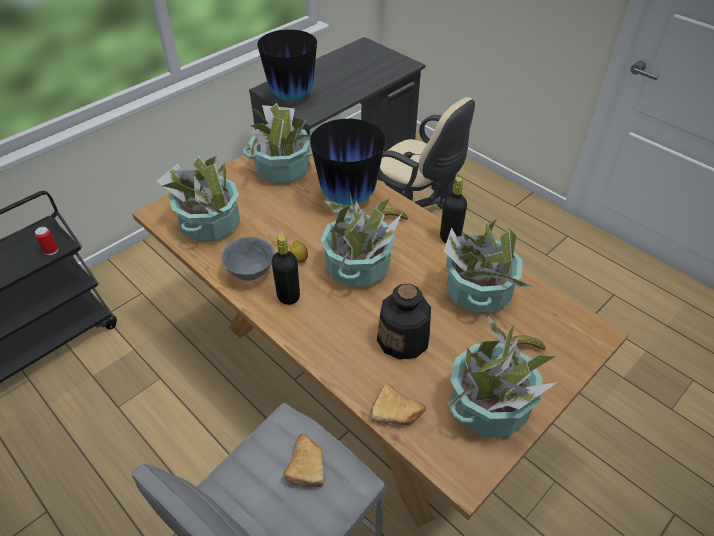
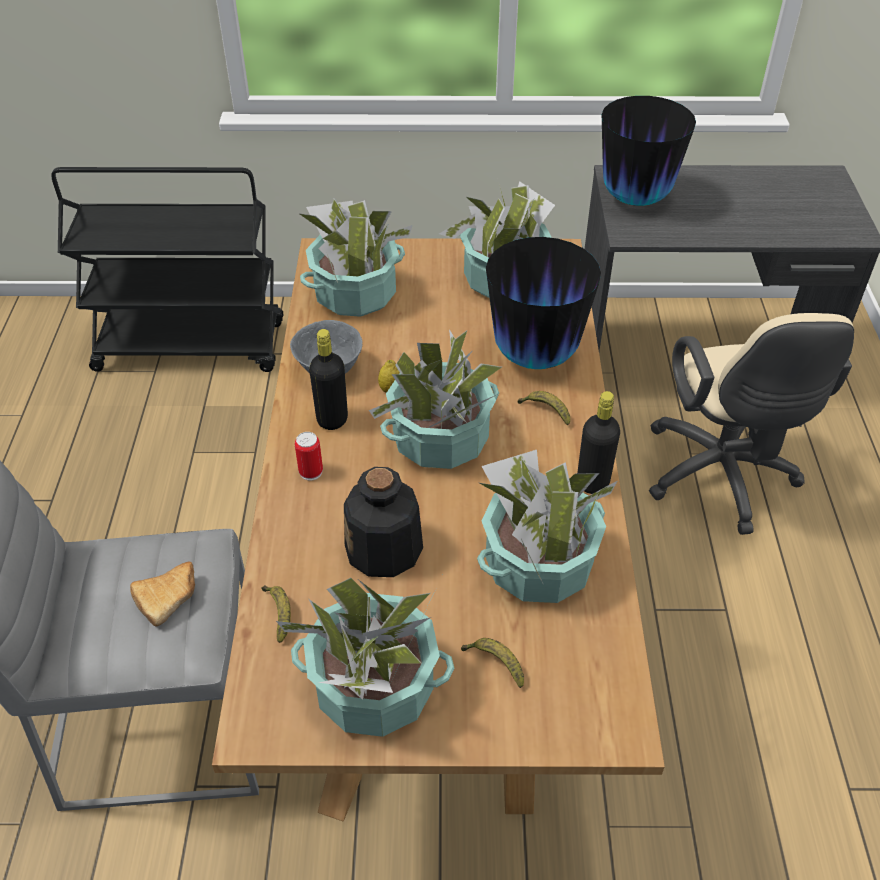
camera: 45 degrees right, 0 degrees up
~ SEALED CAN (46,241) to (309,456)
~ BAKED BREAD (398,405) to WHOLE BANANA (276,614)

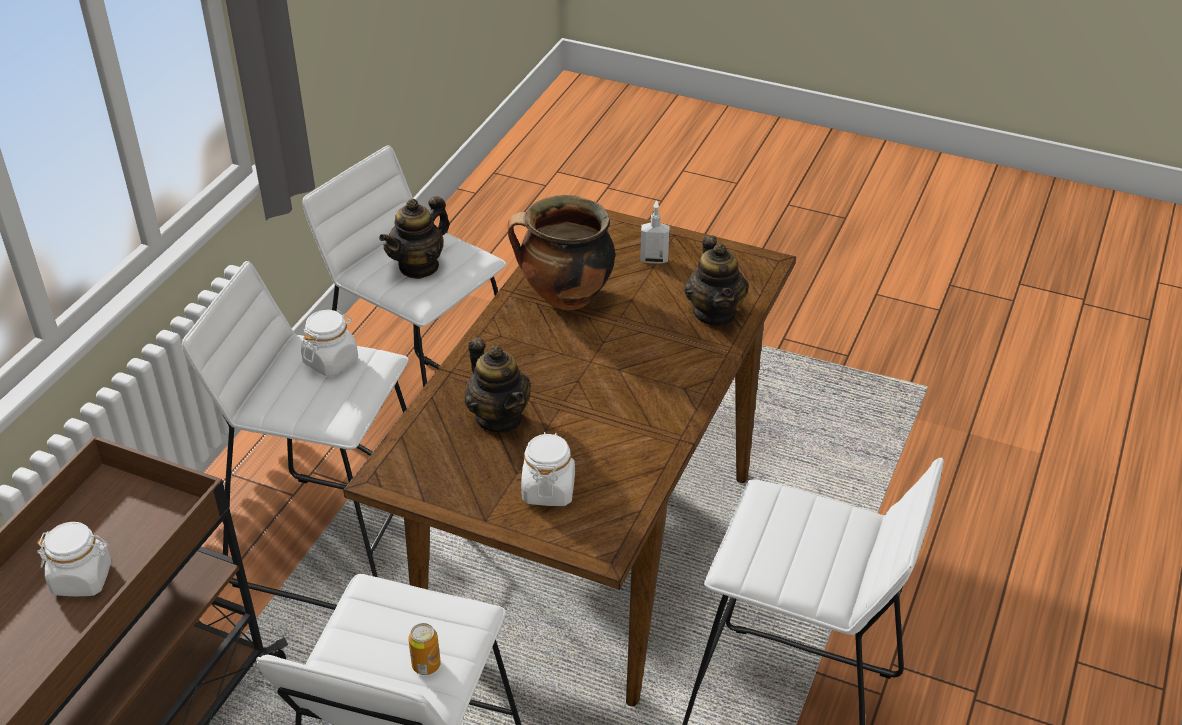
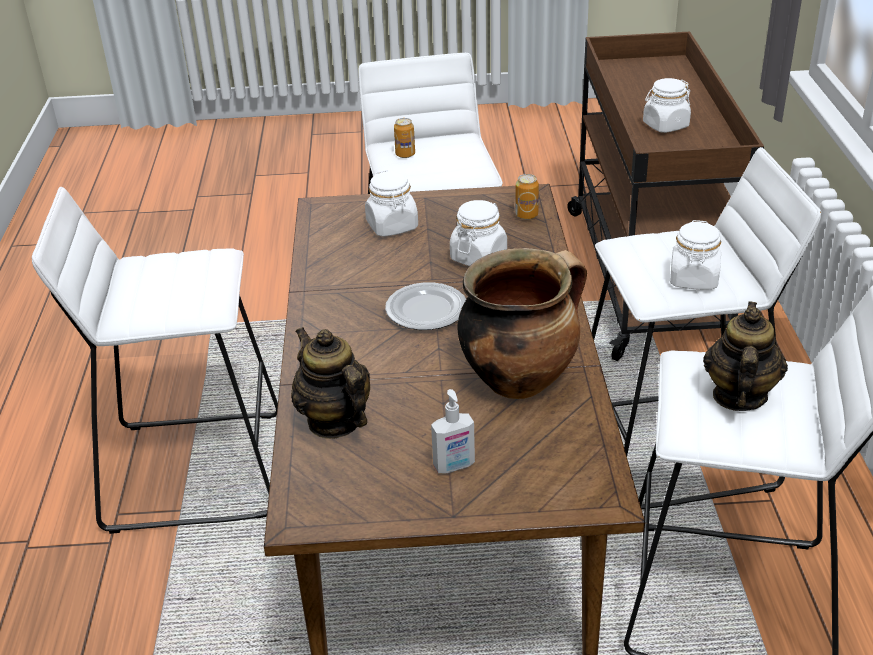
camera: 155 degrees right, 5 degrees down
~ TEAPOT (498,385) to WHITE-COLOURED JAR (478,233)
+ FLAT DISH (425,306)
+ SEALED CAN (527,197)

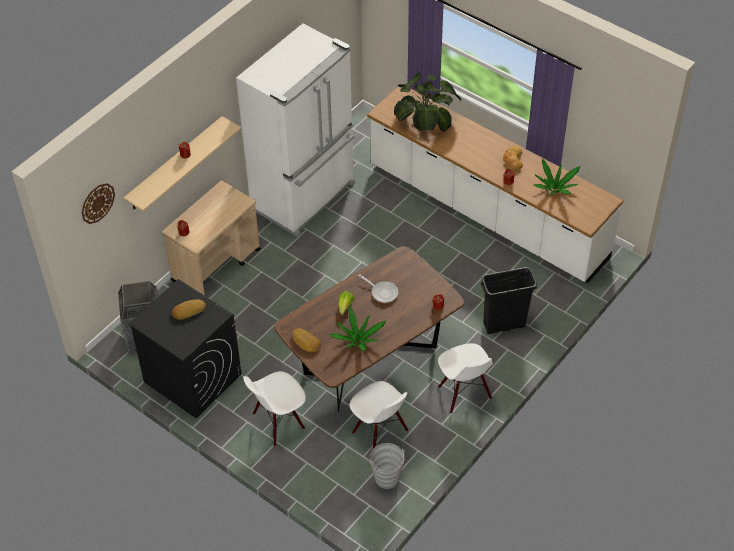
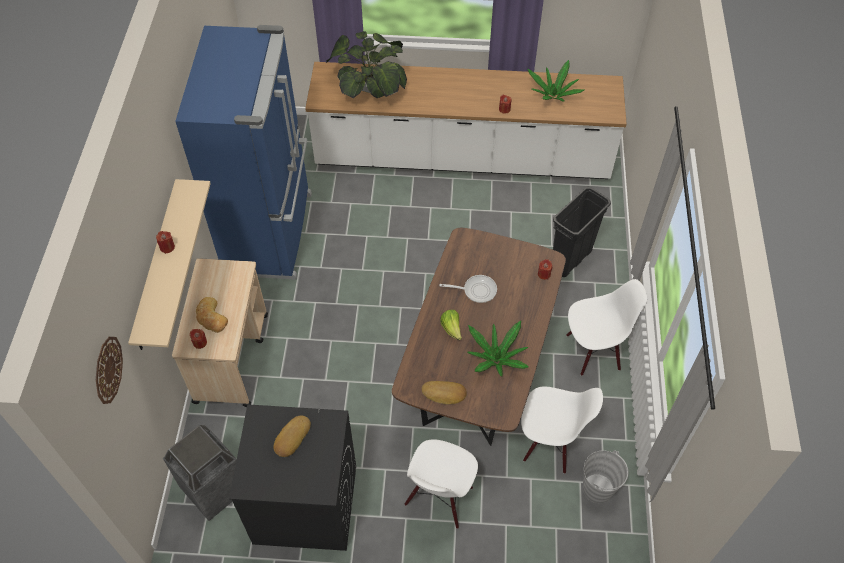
camera: 35 degrees left, 5 degrees up
~ WHITE-COLOURED KITCHEN FRIDGE (295,130) to BLUE KITCHEN FRIDGE (243,152)
~ WHITE-COLOURED UPRIGHT CHAIR (465,378) = (606,327) 45 degrees counterclockwise
~ BAKED BREAD (513,158) to (212,315)

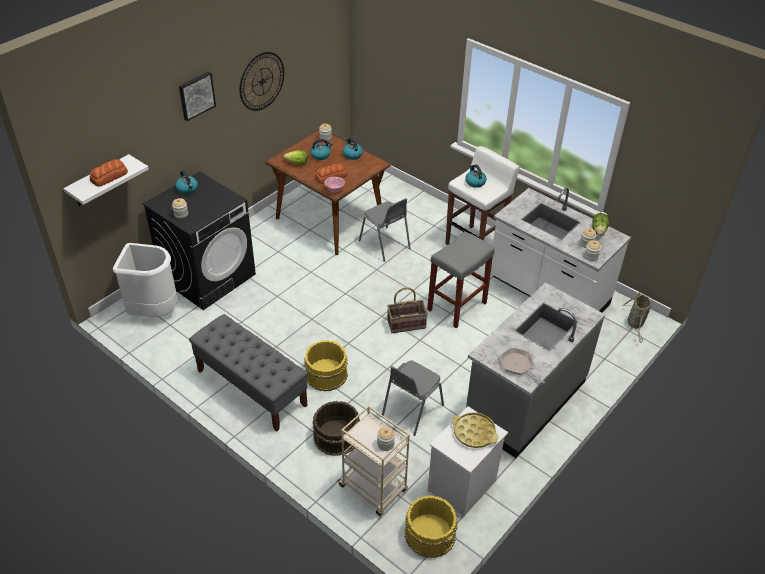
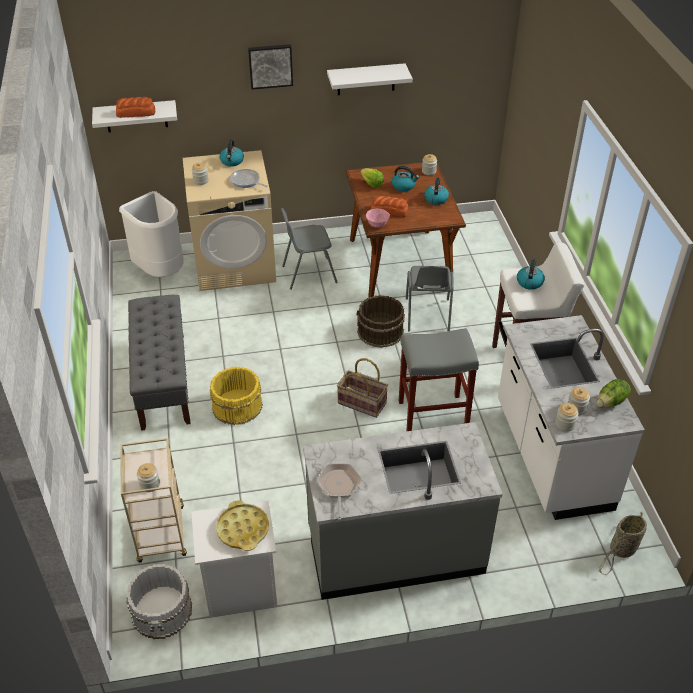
camera: 40 degrees right, 0 degrees up
~ BLACK LAUNDRY APPLIANCE (199,240) to SAND-COLOURED LAUNDRY APPLIANCE (229,220)
~ HANGING CLOCK (261,81) to WHITE-COLOURED WALL SHELF (370,79)
~ BROWNISH PAIL (336,428) to (381,321)
~ GREY UPRIGHT CHAIR (413,398) to (309,249)
~ YELLOWISH PAIL (431,526) to WHITE-COLOURED PAIL (159,601)
+ FRYING PAN (249,178)

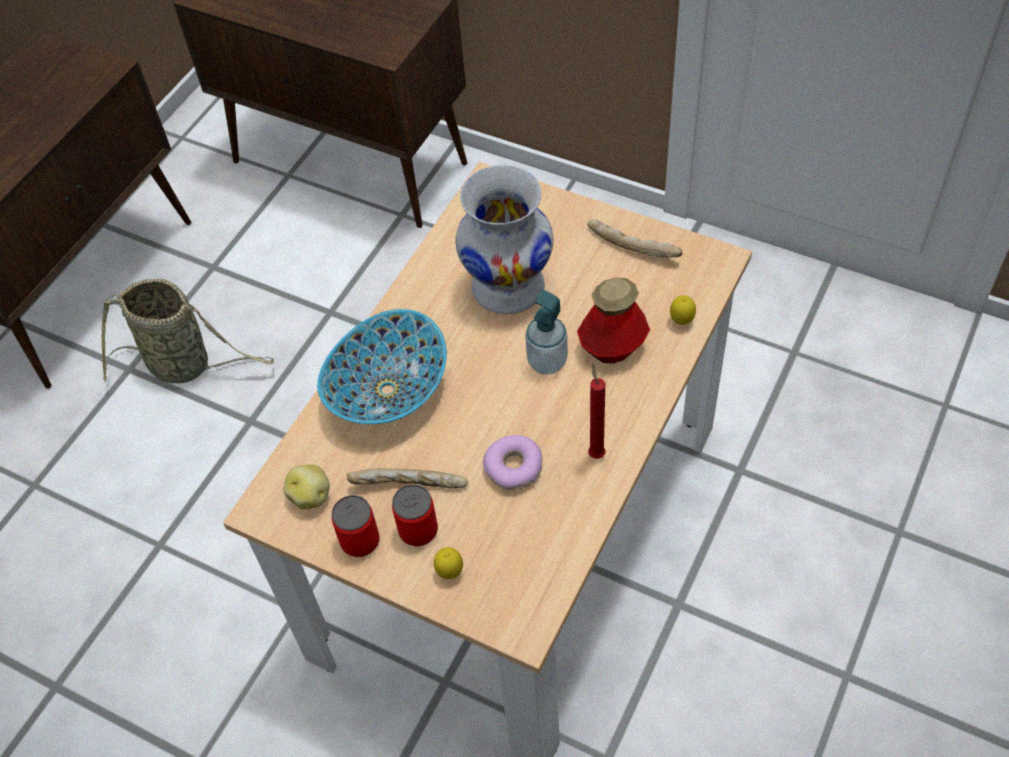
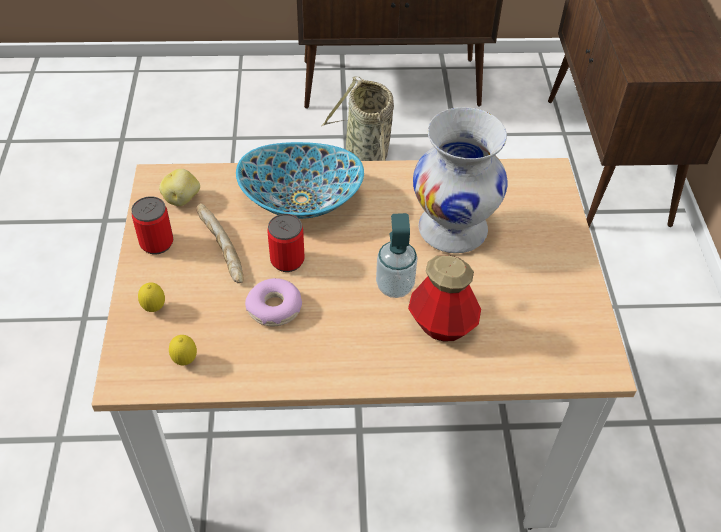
camera: 55 degrees right, 5 degrees down
~ SEALED CAN (415,515) to (286,243)
- BAKED BREAD (634,238)
- RED CANDLE (596,411)
~ CITRUS FRUIT (683,310) to (183,350)

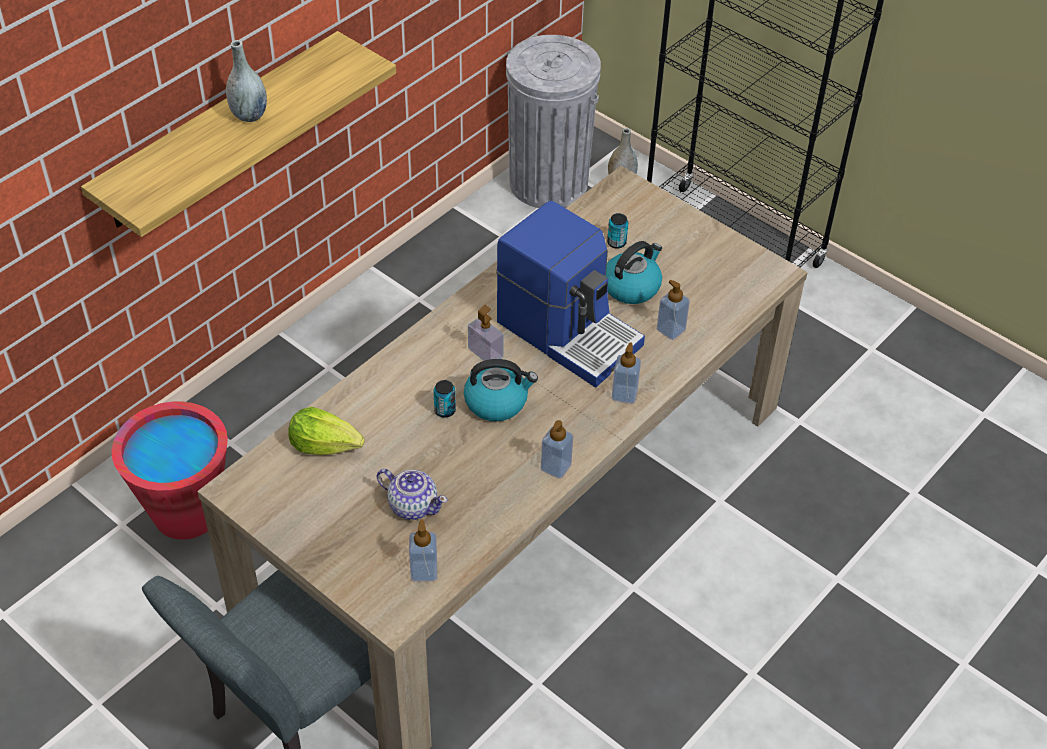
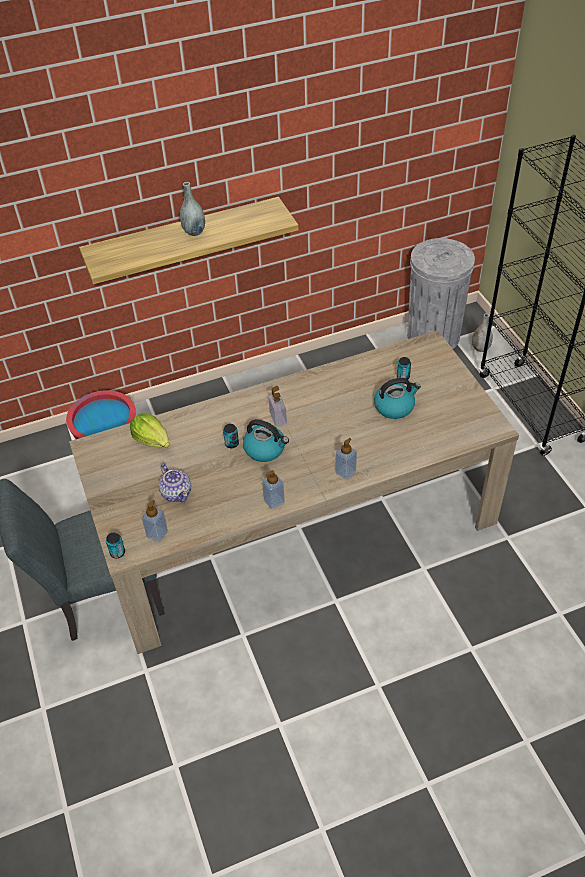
camera: 30 degrees right, 0 degrees up
- COFFEE BREWER (570,294)
- LIQUID SOAP BOTTLE (673,310)
+ SEALED CAN (115,545)

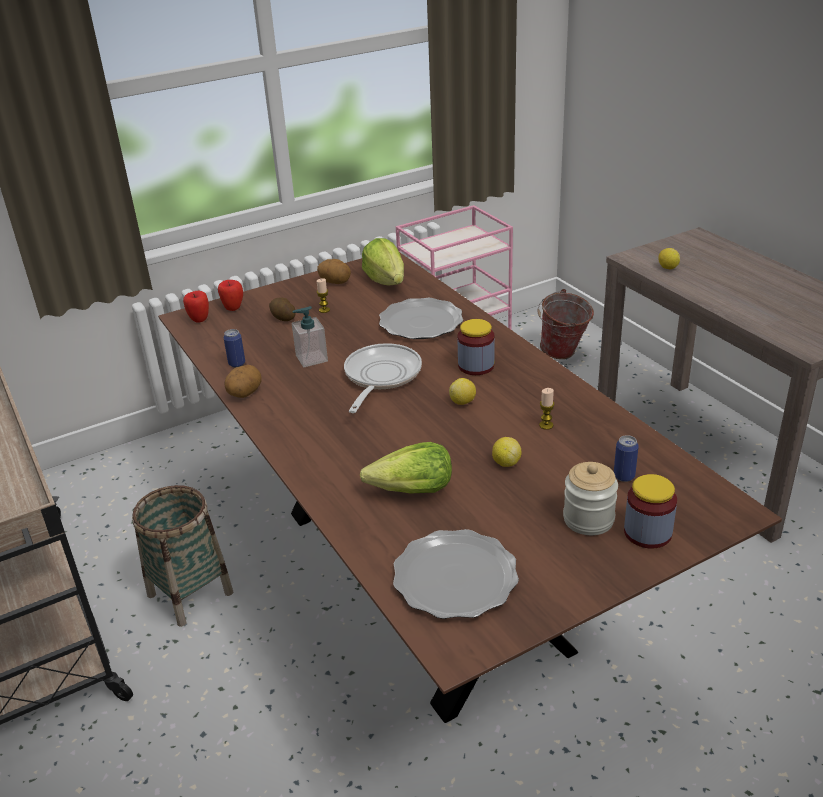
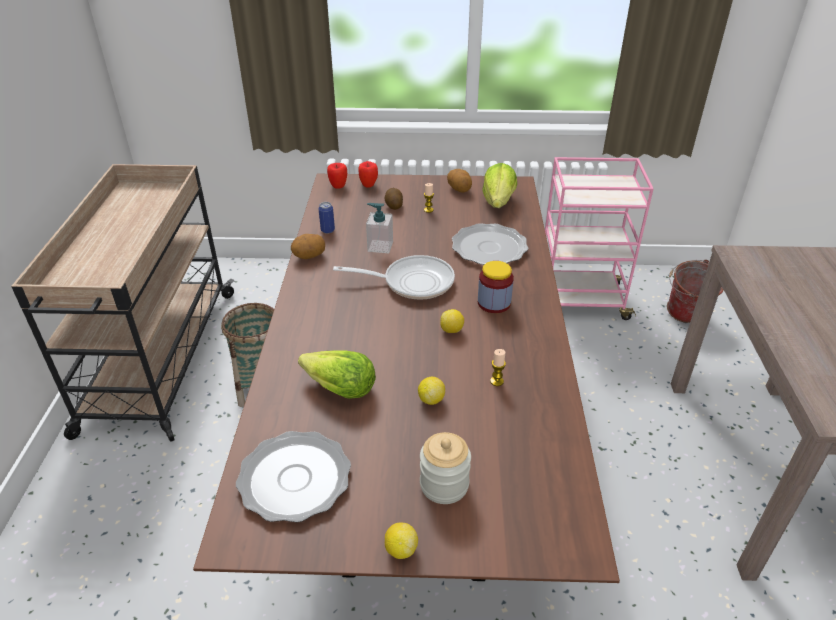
camera: 30 degrees right, 5 degrees up
~ FRYING PAN (383,378) = (394,277) 45 degrees clockwise
- SEALED CAN (626,458)
- JAR (650,511)
~ CITRUS FRUIT (669,258) to (401,540)

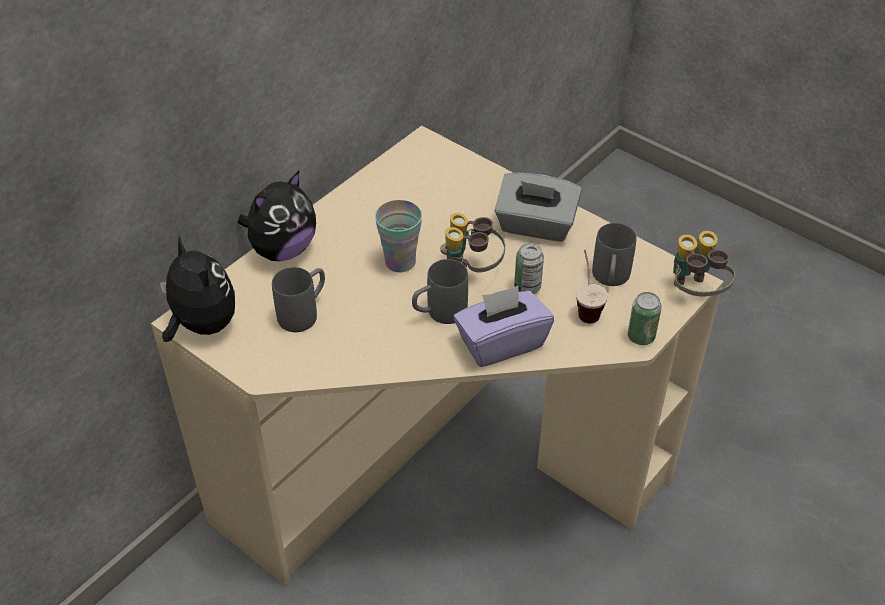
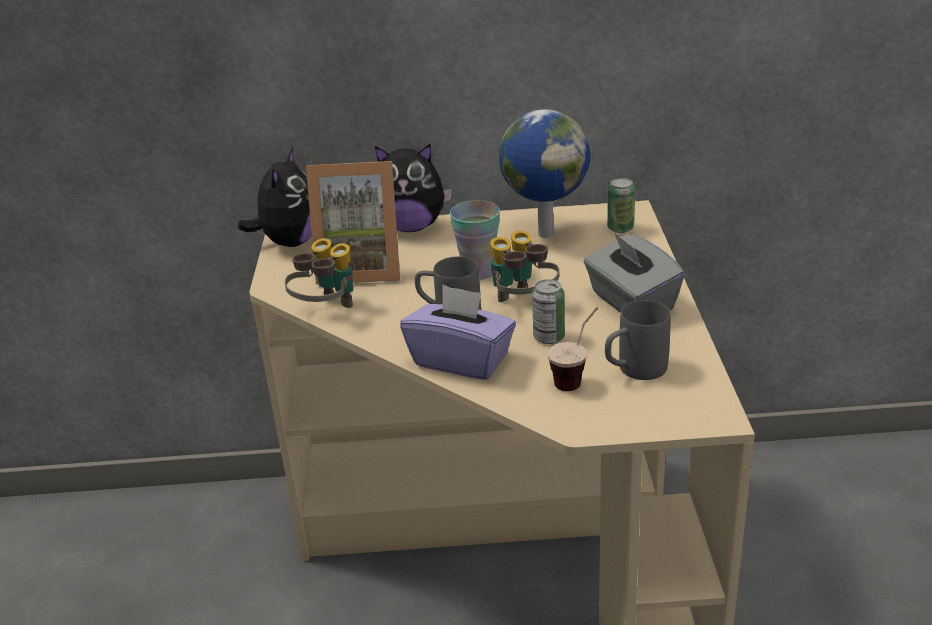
camera: 50 degrees right, 15 degrees down
~ GREY COFFEE MUG (298,299) to PHOTO FRAME (353,223)
~ SEALED CAN (644,318) to (621,205)
~ BINOCULARS (704,264) to (319,273)
+ WORLD GLOBE (544,173)

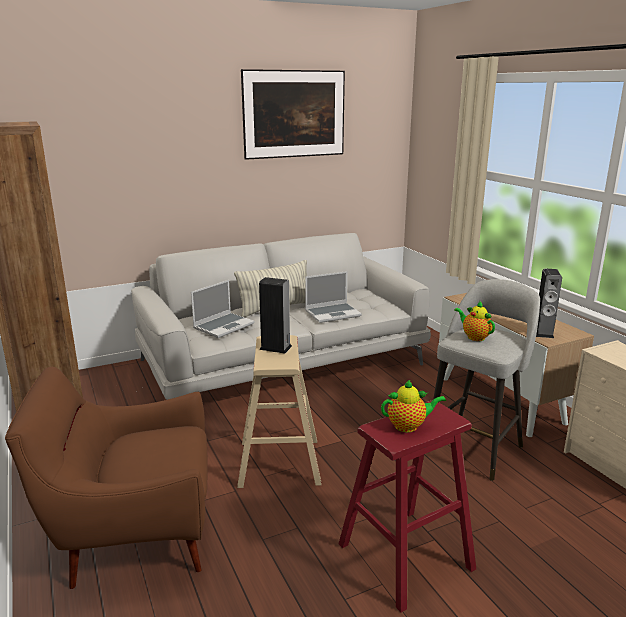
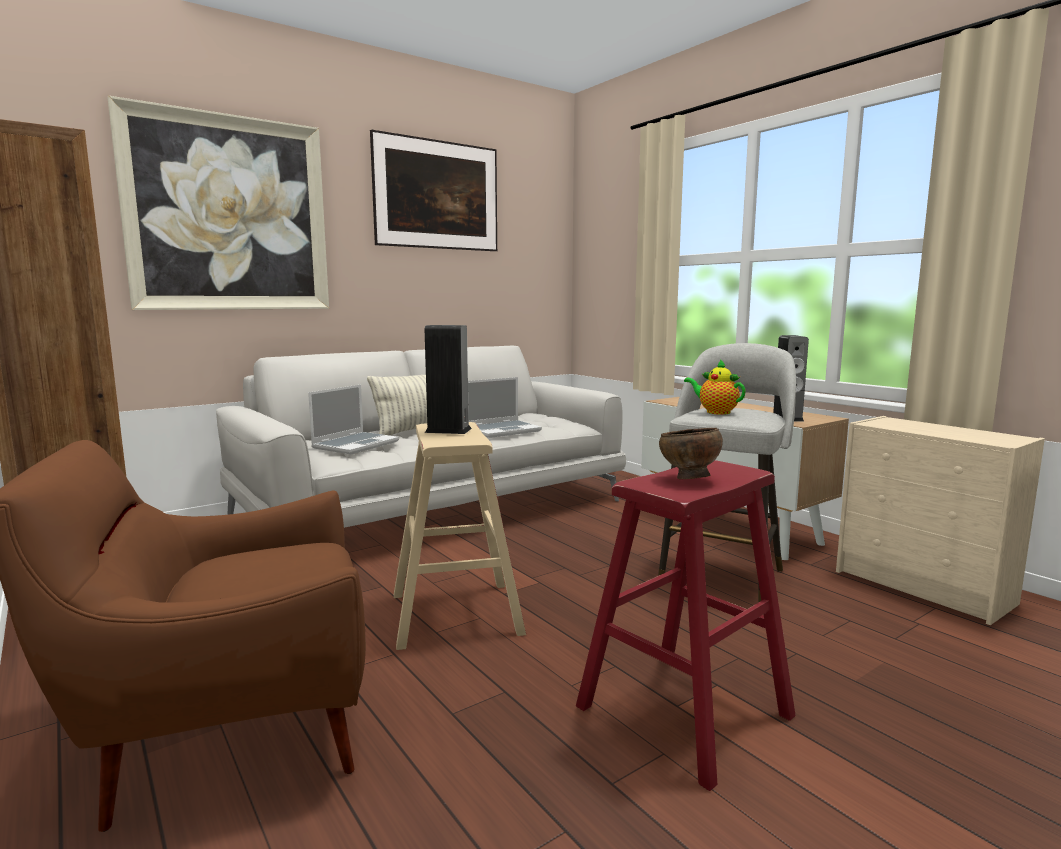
camera: 10 degrees left, 10 degrees down
~ TEAPOT (413,405) to BROWNISH BOWL (691,453)
+ WALL PICTURE (218,203)

